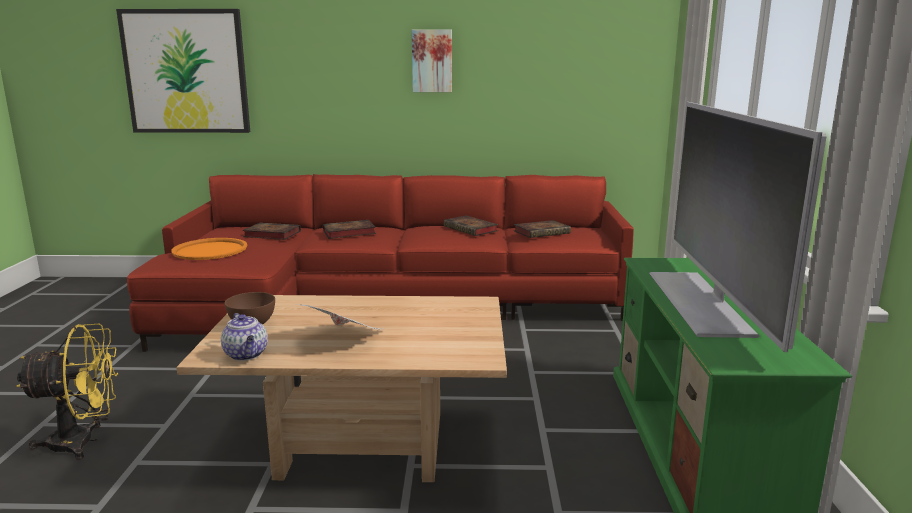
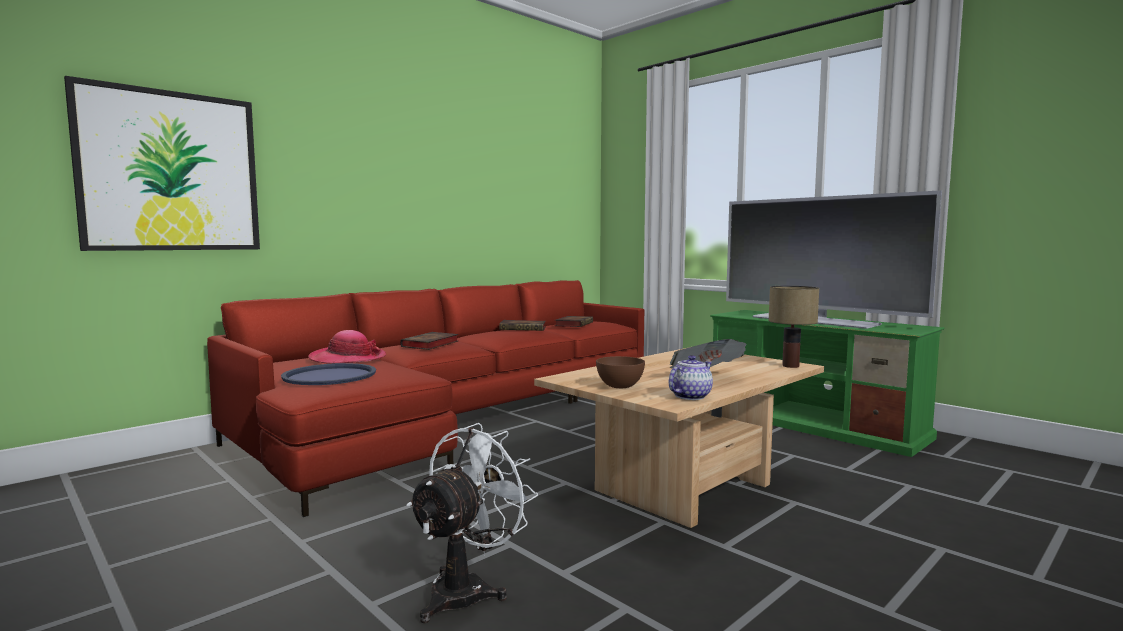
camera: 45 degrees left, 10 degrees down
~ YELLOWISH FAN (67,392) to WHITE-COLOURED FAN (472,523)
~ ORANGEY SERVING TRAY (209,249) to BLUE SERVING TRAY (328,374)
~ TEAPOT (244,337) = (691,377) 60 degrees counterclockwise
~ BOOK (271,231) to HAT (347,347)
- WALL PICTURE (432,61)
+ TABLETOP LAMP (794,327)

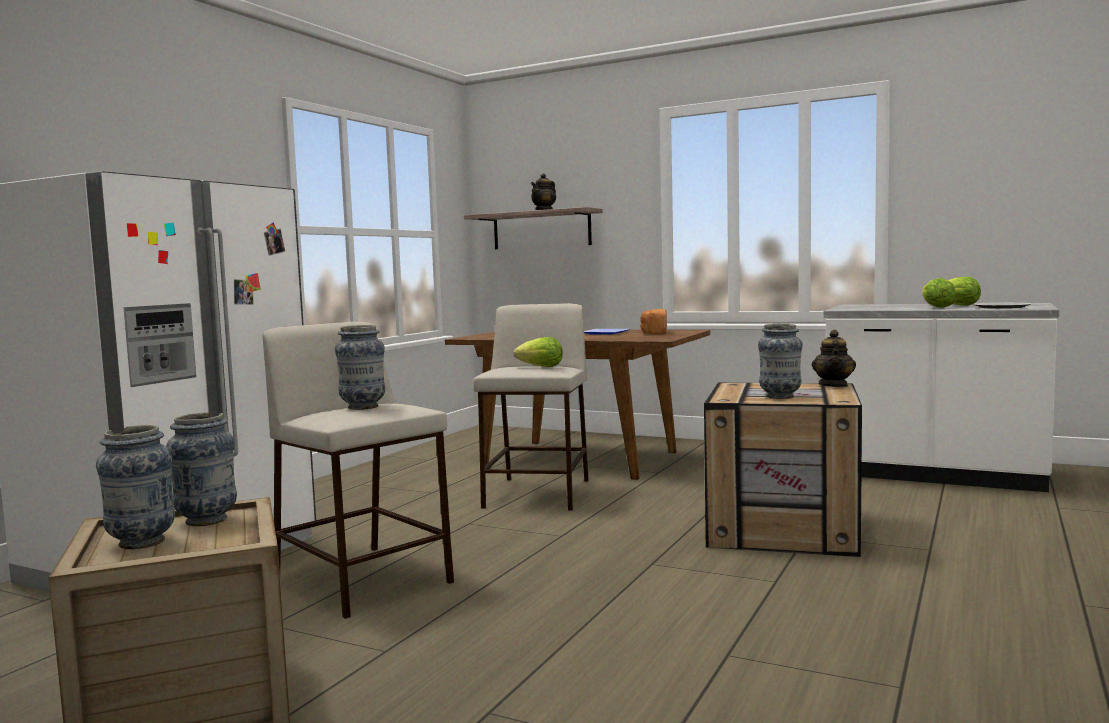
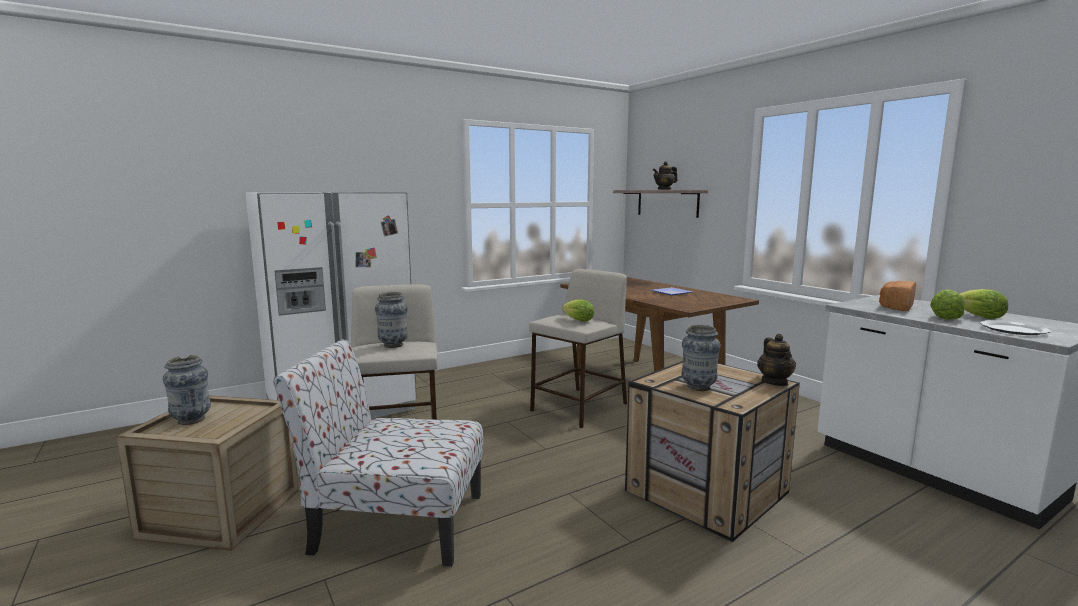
camera: 30 degrees right, 5 degrees up
- DECORATIVE VASE (201,469)
~ BAKED BREAD (653,322) to (897,296)
~ TEAPOT (834,358) = (776,360) 45 degrees counterclockwise
+ UPRIGHT CHAIR (378,453)

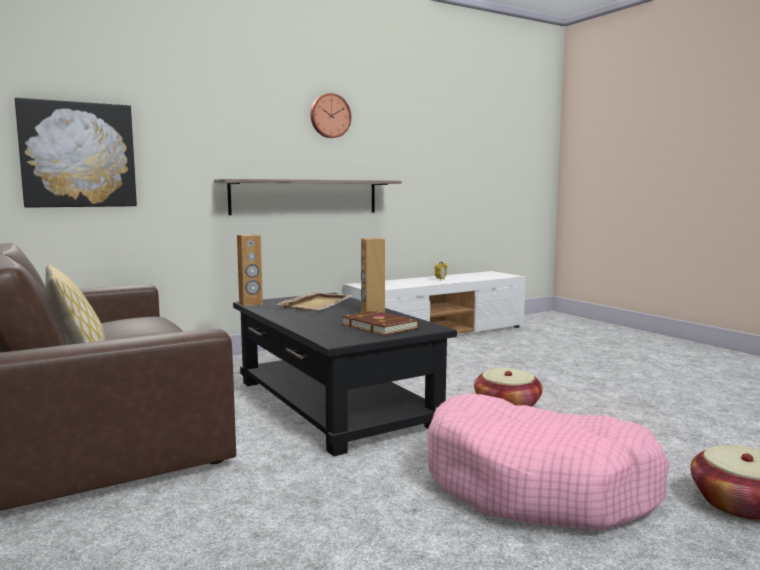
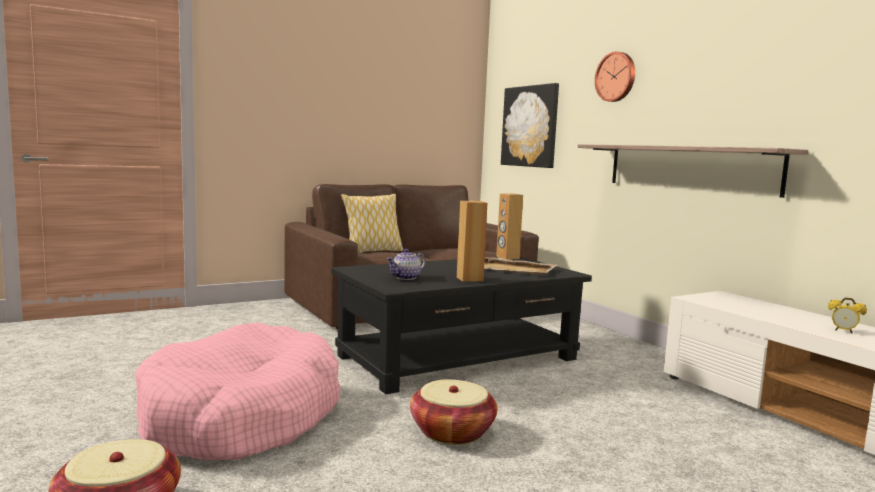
camera: 90 degrees right, 0 degrees up
~ HANGING CLOCK (330,115) to (615,77)
~ BROWNISH BOOK (380,323) to TEAPOT (406,264)

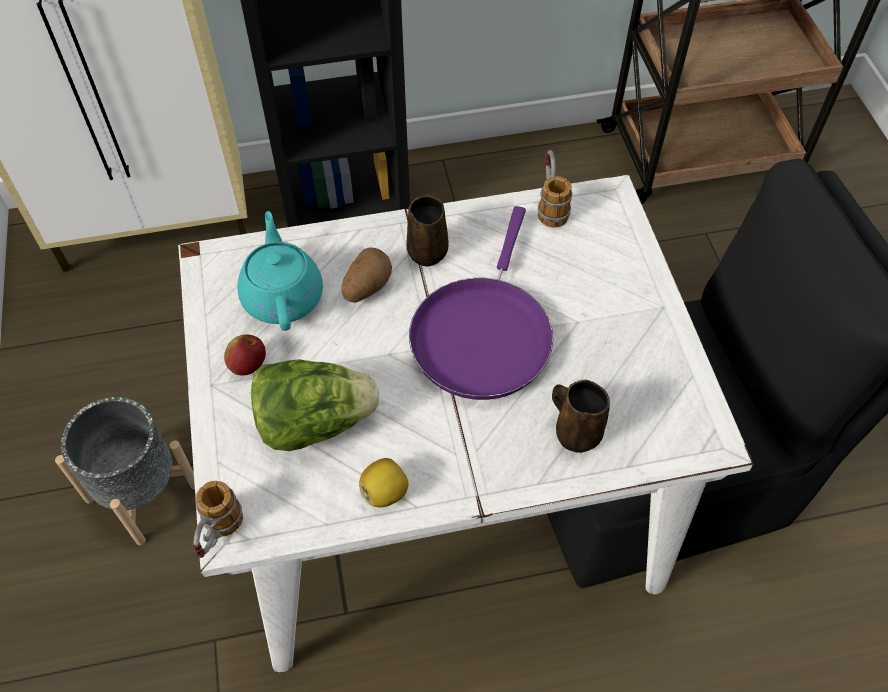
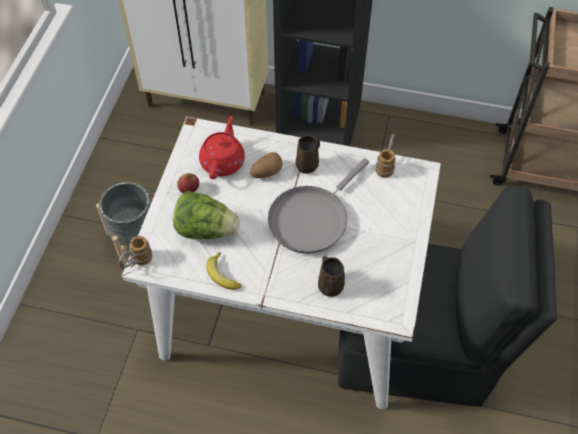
camera: 25 degrees right, 0 degrees up
~ BLUE-GREEN TEAPOT (280,271) to RED TEAPOT (222,147)
~ CITRUS FRUIT (384,482) to WHOLE BANANA (224,271)
~ PURPLISH FRYING PAN (481,303) to GREY FRYING PAN (318,206)

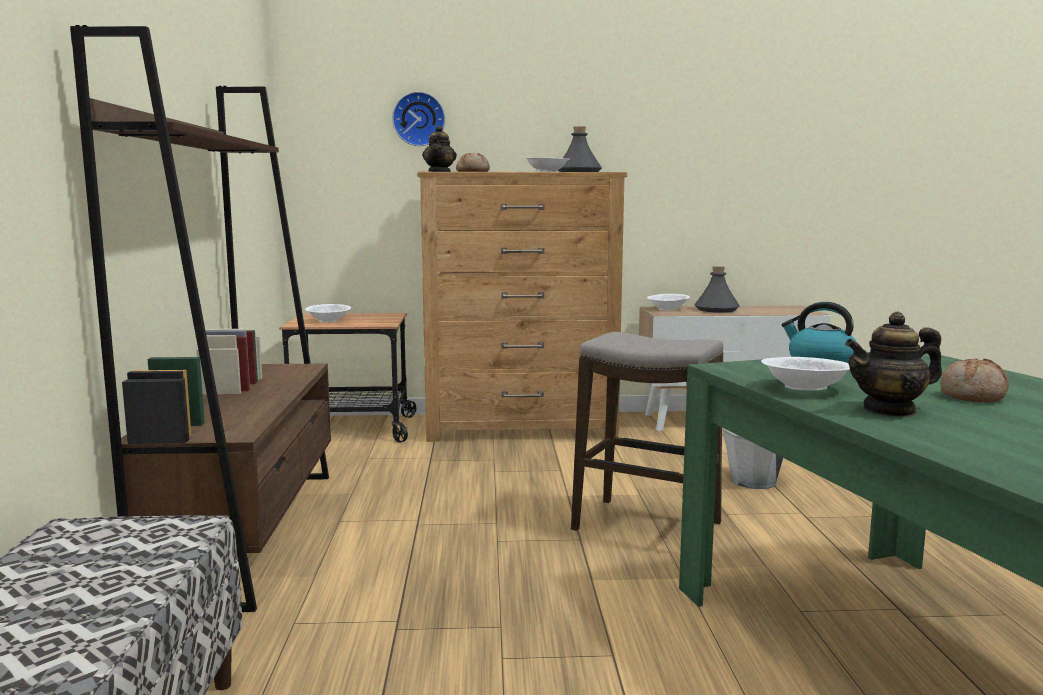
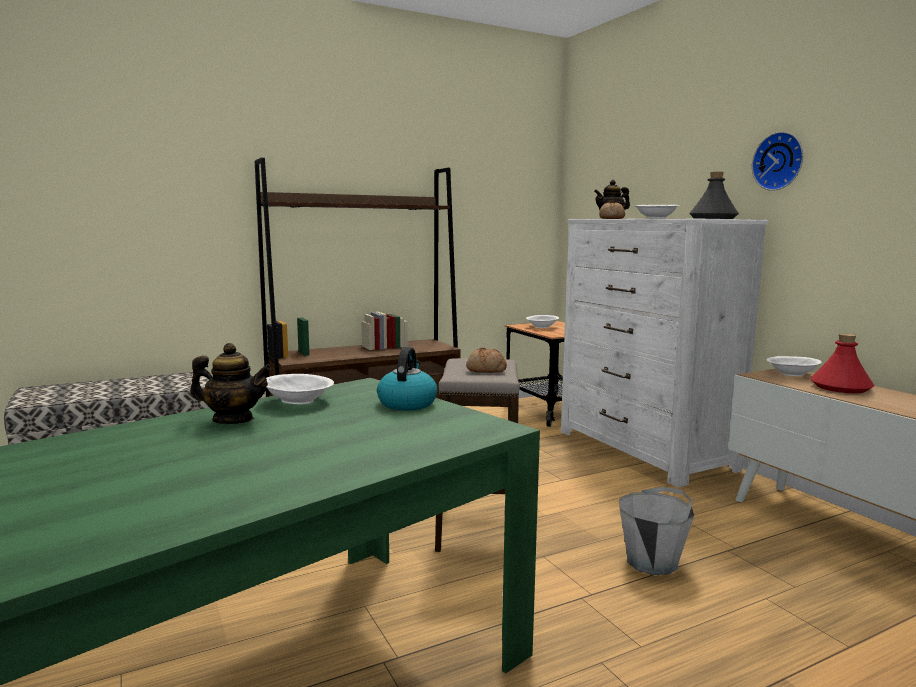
camera: 65 degrees right, 0 degrees up
~ HANGING CLOCK (418,119) to (777,161)
~ BROWNISH DRAWER CHEST (522,307) to WHITE-COLOURED DRAWER CHEST (664,353)
~ GREY DRINK BOTTLE (717,289) to RED DRINK BOTTLE (842,363)
~ TEAPOT (893,364) = (230,383) 135 degrees clockwise
~ BAKED BREAD (974,380) to (486,360)

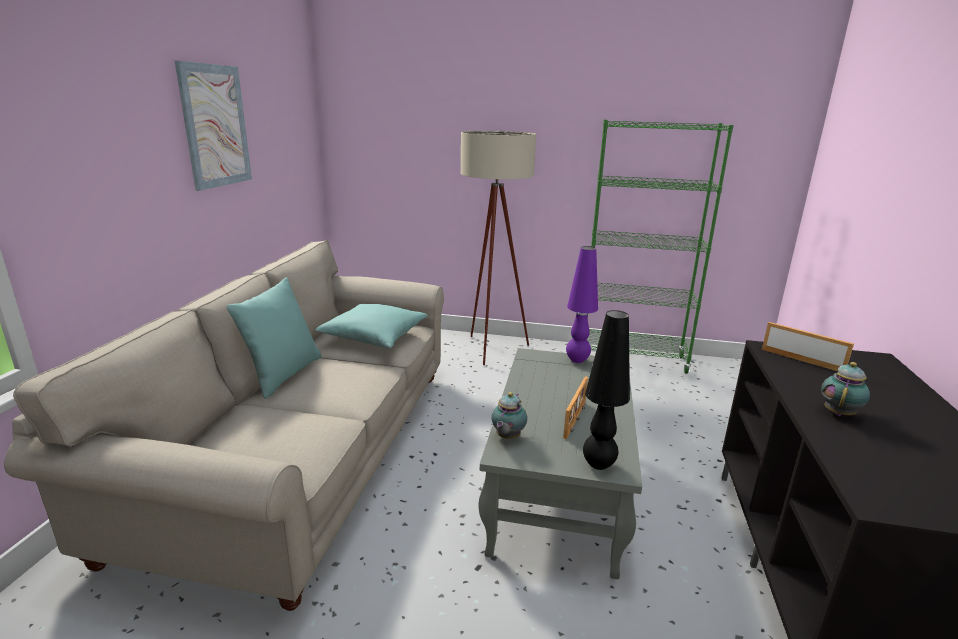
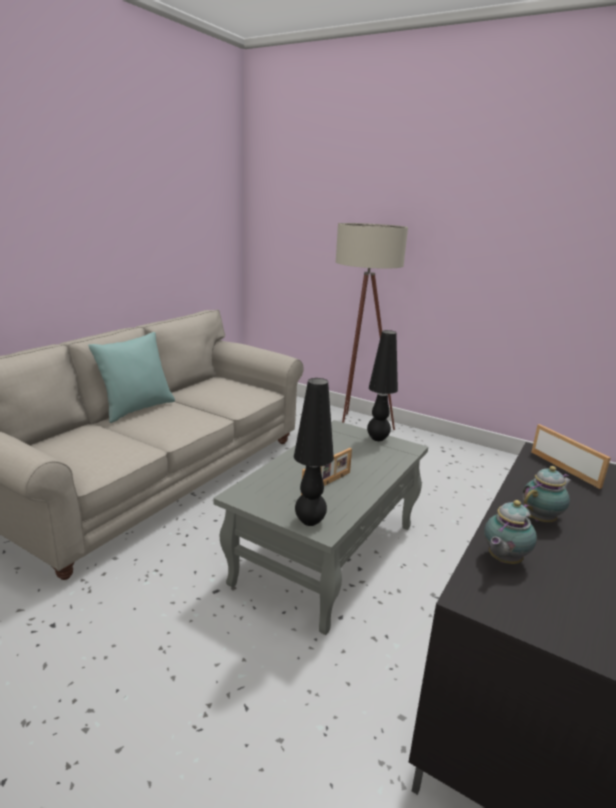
camera: 20 degrees right, 0 degrees up
- WALL PICTURE (213,126)
- BLUE-GREEN CUSHION (371,326)
~ TEAPOT (509,415) to (510,532)
~ PURPLISH TABLETOP LAMP (582,304) to BLACK TABLETOP LAMP (382,385)
- GREEN BOOKCASE (660,247)

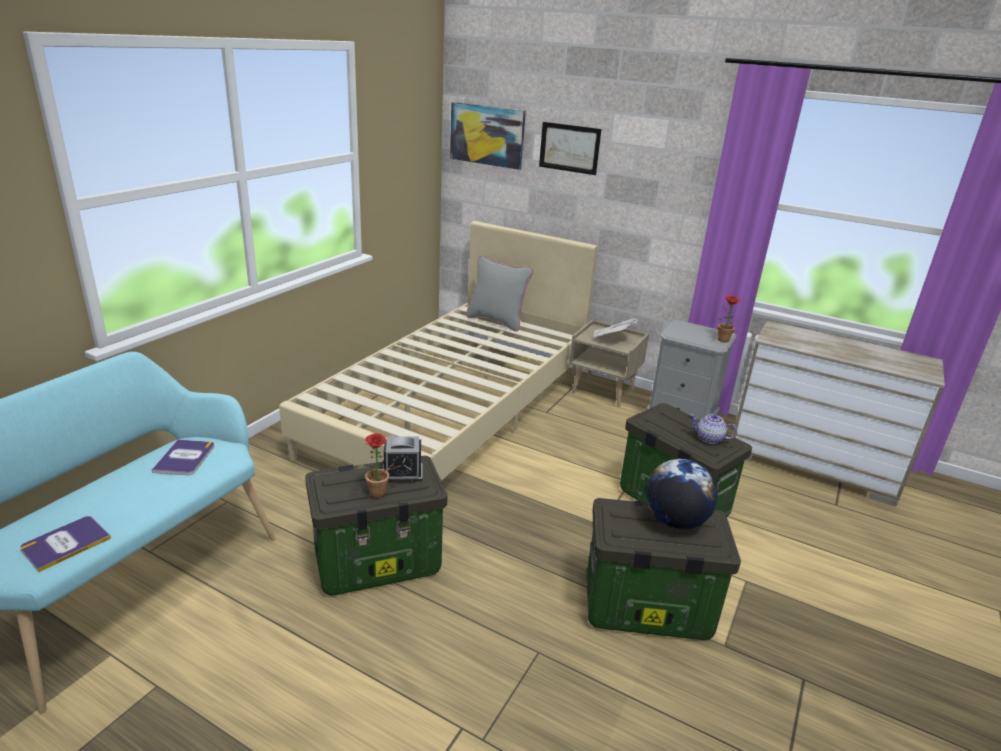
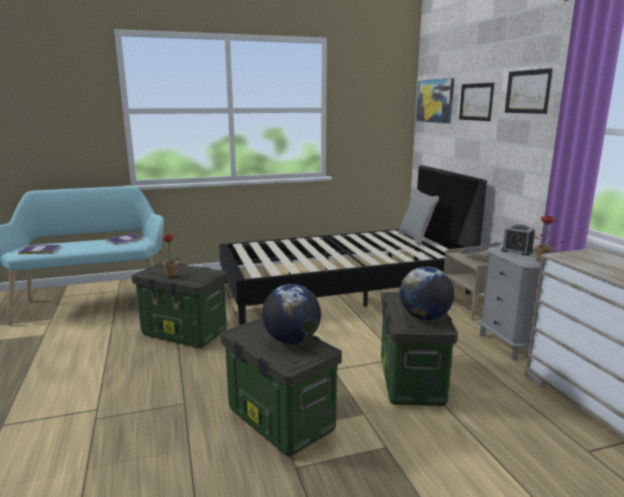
camera: 45 degrees right, 10 degrees down
~ SAND-COLOURED BEDROOM BED (438,351) to BLACK BEDROOM BED (353,245)
~ ALARM CLOCK (403,459) to (518,240)
~ TEAPOT (713,429) to WORLD GLOBE (426,293)
+ WALL PICTURE (529,91)

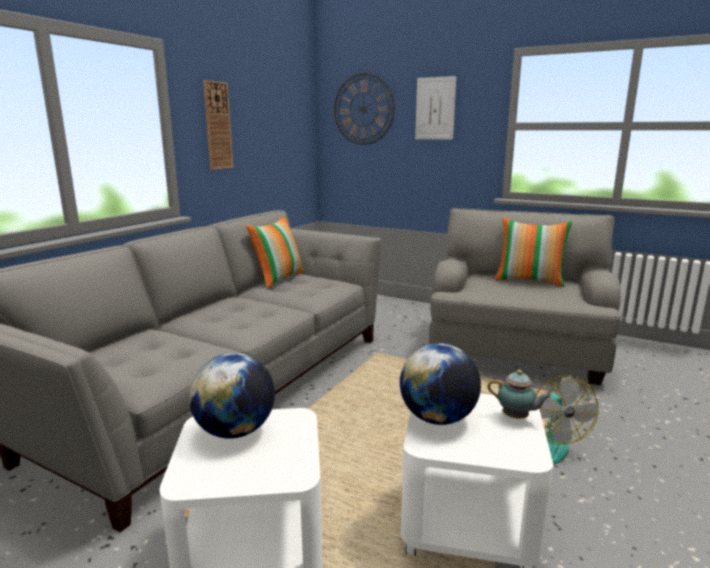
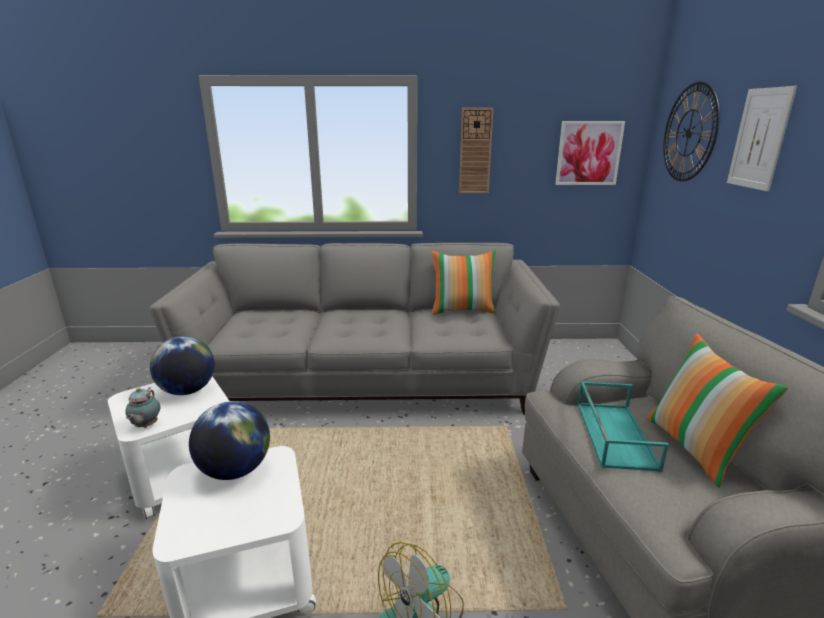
camera: 60 degrees right, 5 degrees up
~ TEAPOT (520,394) to (142,407)
+ WALL PICTURE (590,153)
+ BLUE-GREEN SERVING TRAY (623,426)

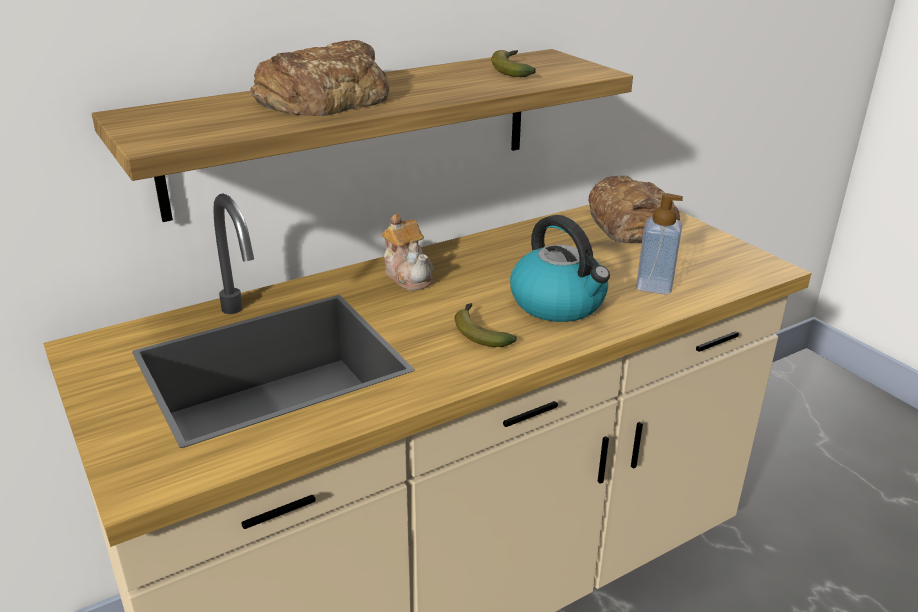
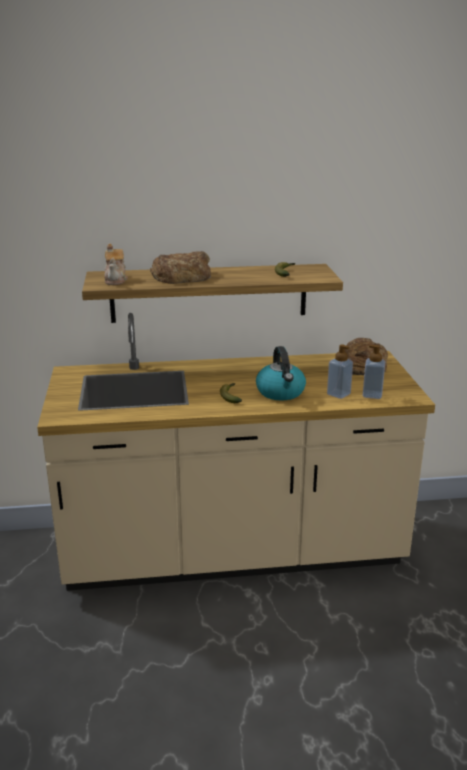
camera: 25 degrees right, 5 degrees down
~ TEAPOT (407,252) to (116,264)
+ LIQUID SOAP BOTTLE (374,372)

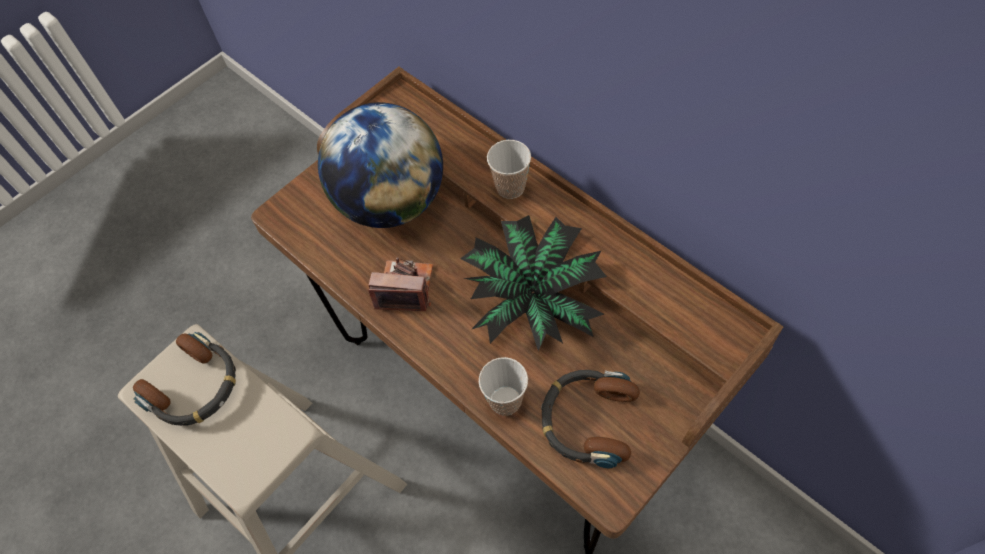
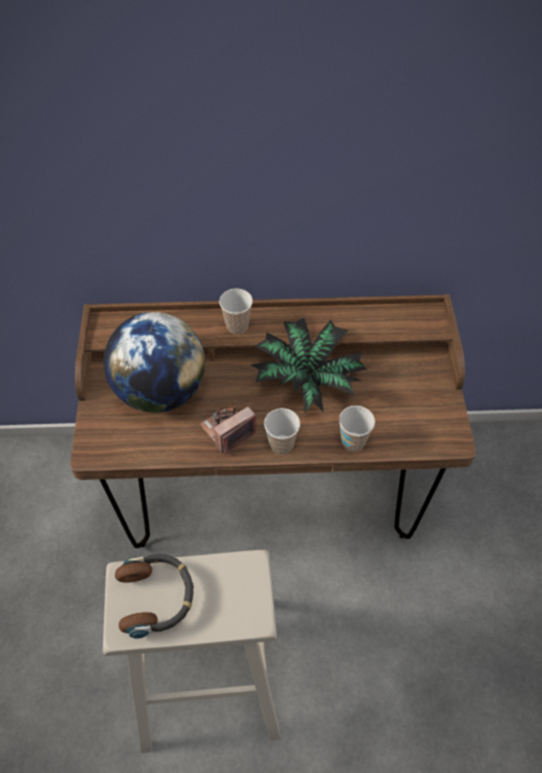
camera: 50 degrees left, 5 degrees down
- HEADSET (590,419)
+ DRINKING CUP (282,431)

